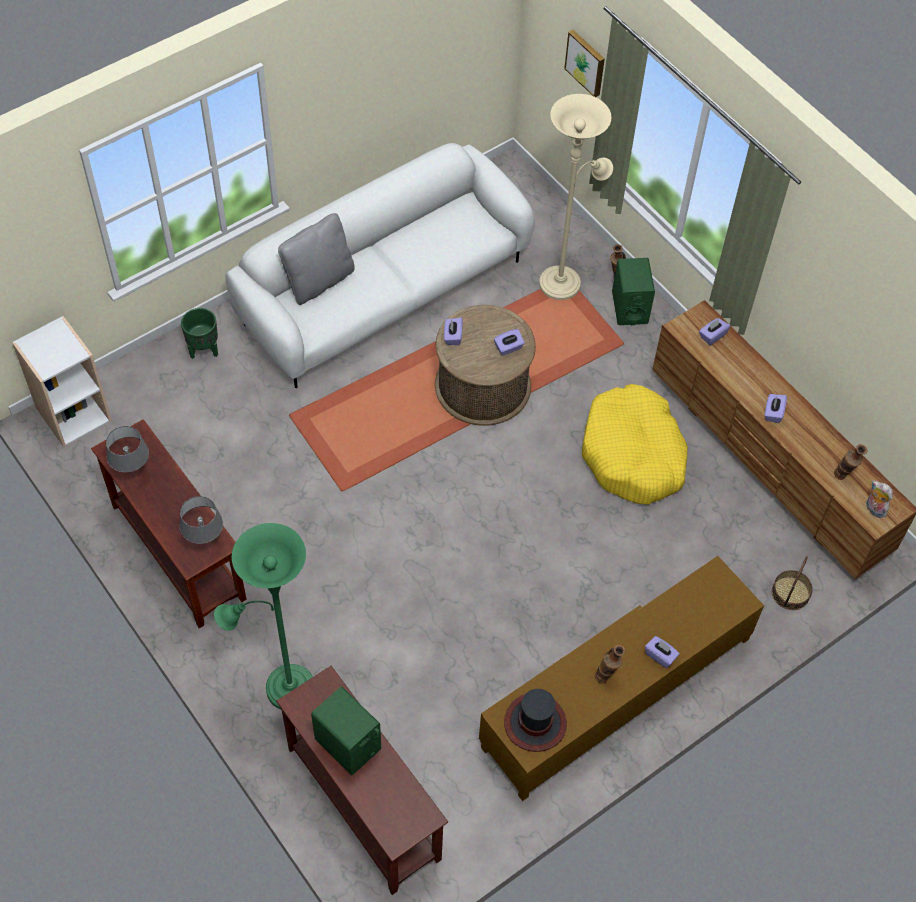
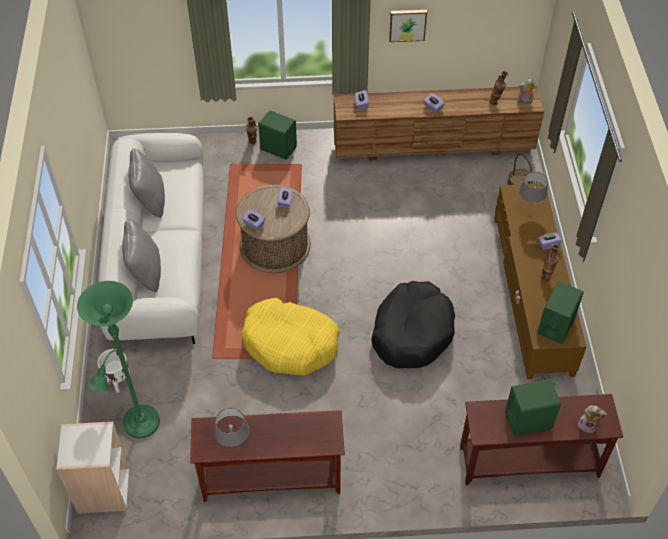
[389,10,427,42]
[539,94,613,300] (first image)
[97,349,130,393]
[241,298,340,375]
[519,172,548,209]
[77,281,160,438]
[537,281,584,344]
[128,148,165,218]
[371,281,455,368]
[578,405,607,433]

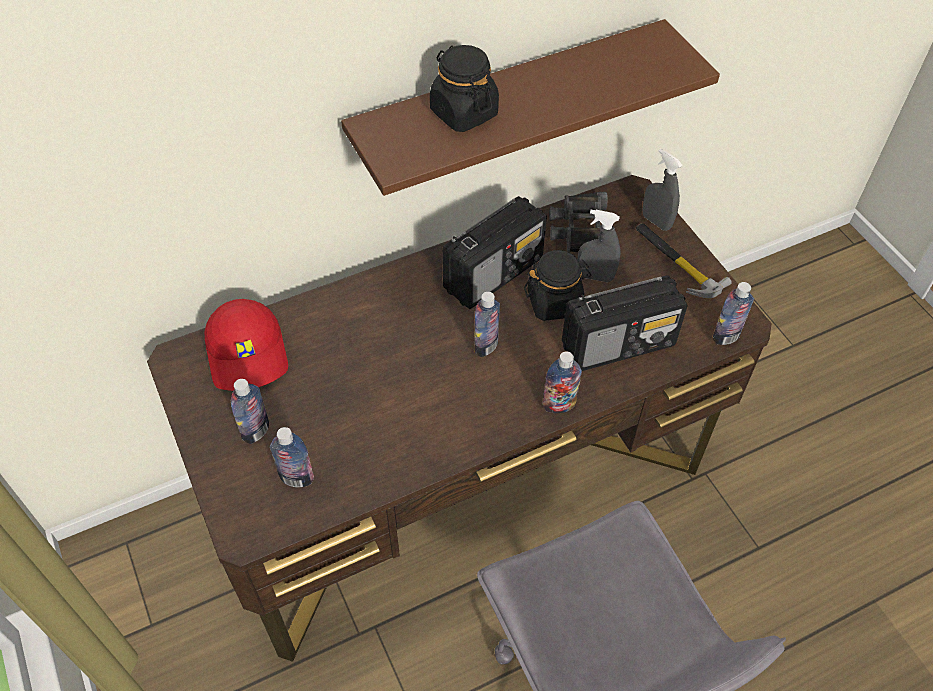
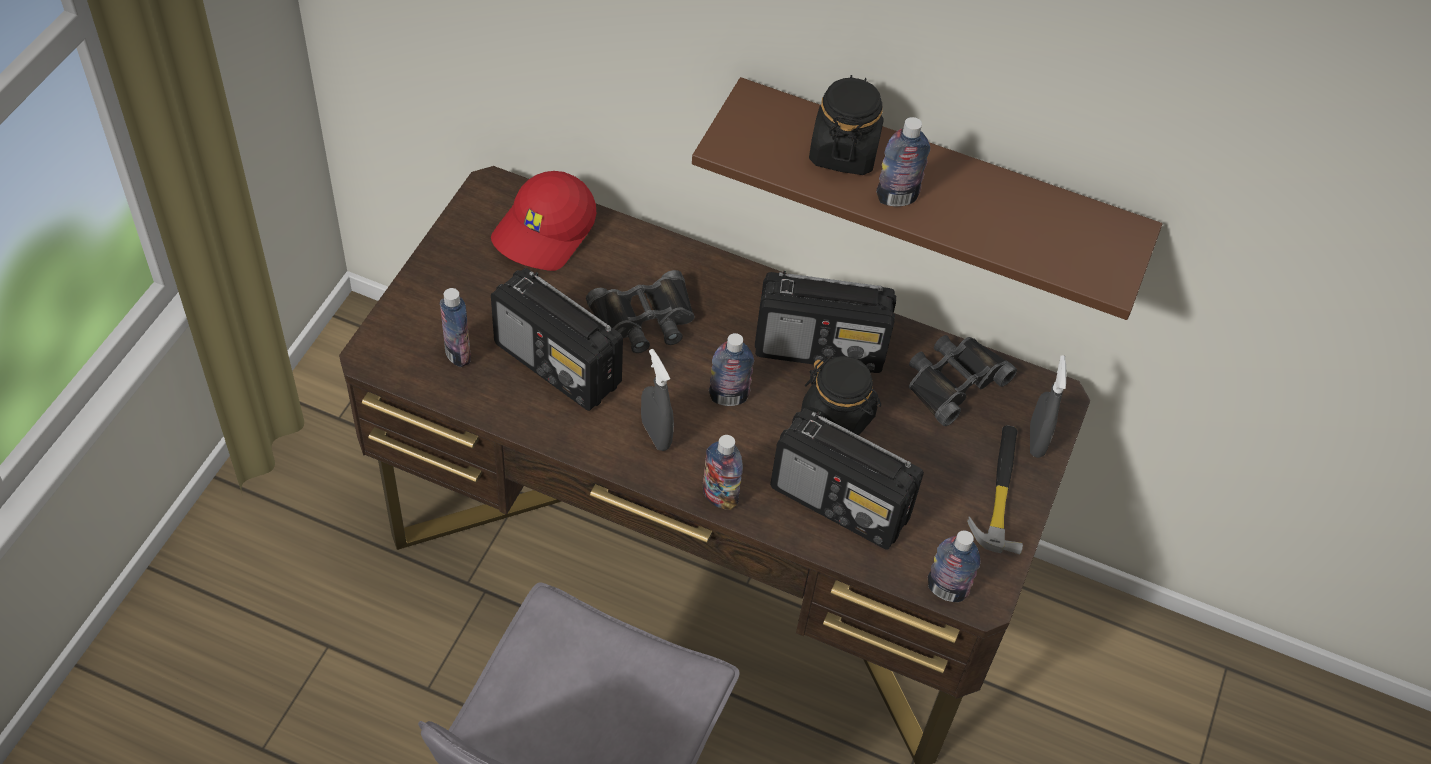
[641,349,674,451]
[876,117,930,207]
[491,268,623,411]
[586,270,695,353]

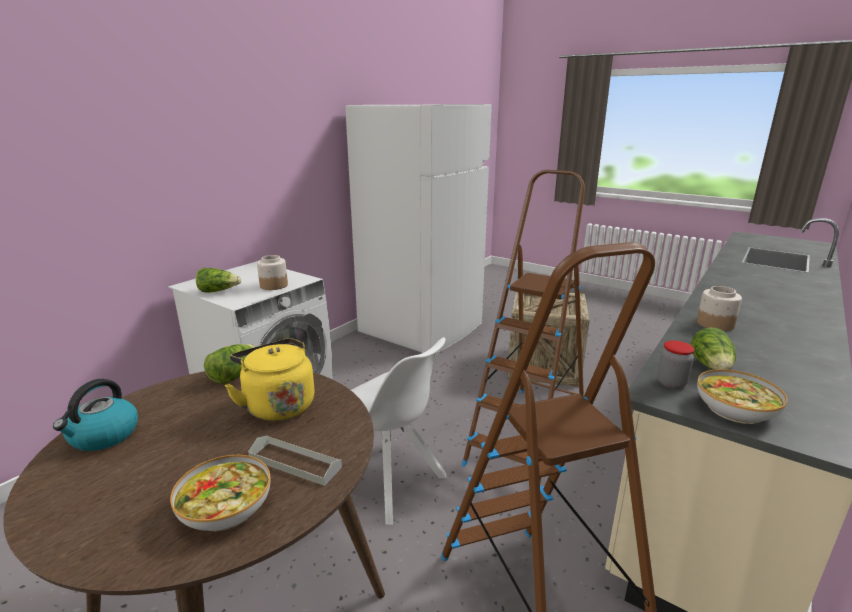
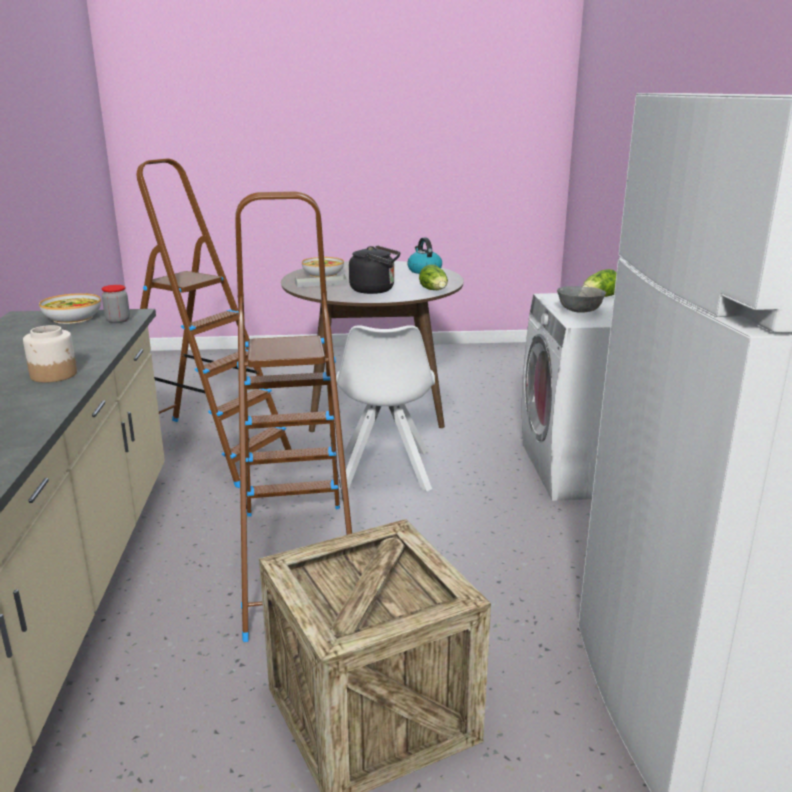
[557,286,606,313]
[690,327,736,370] (first image)
[349,245,400,294]
[336,325,435,491]

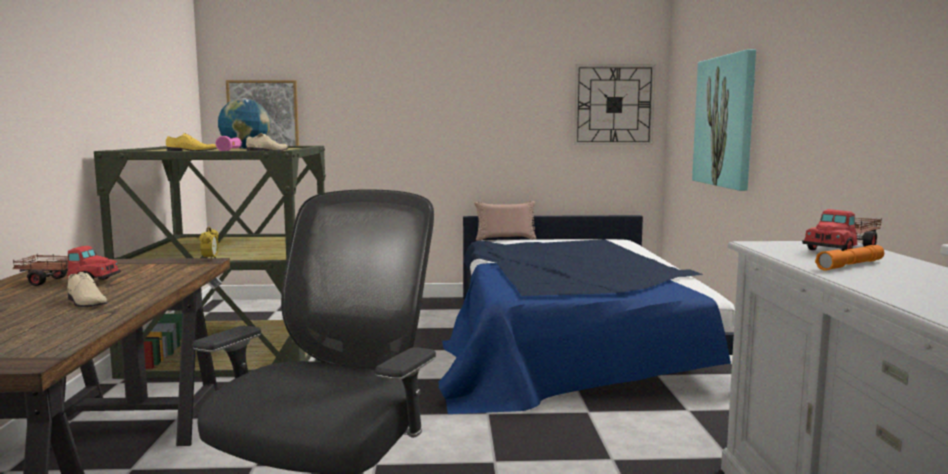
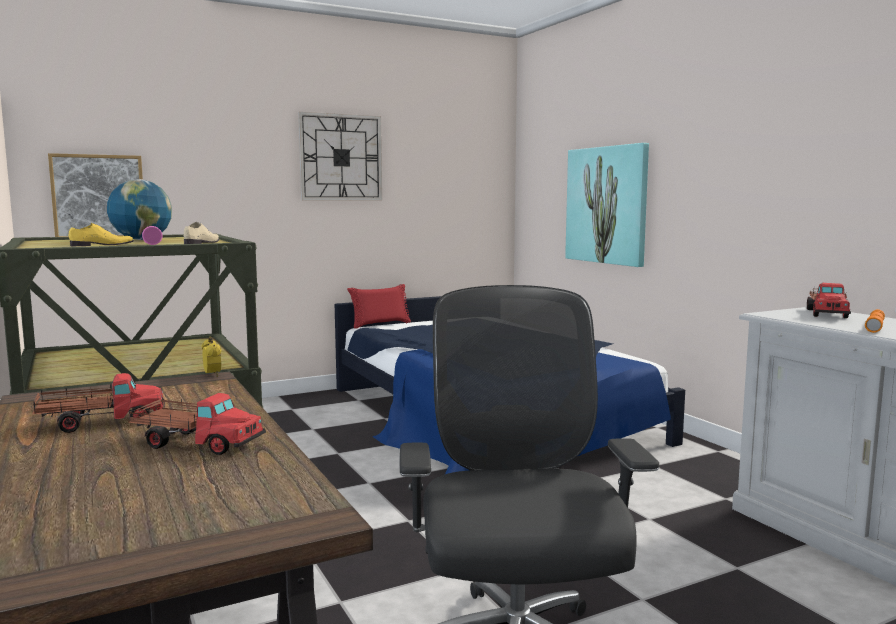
[298,112,382,201]
[347,284,411,329]
[128,393,266,455]

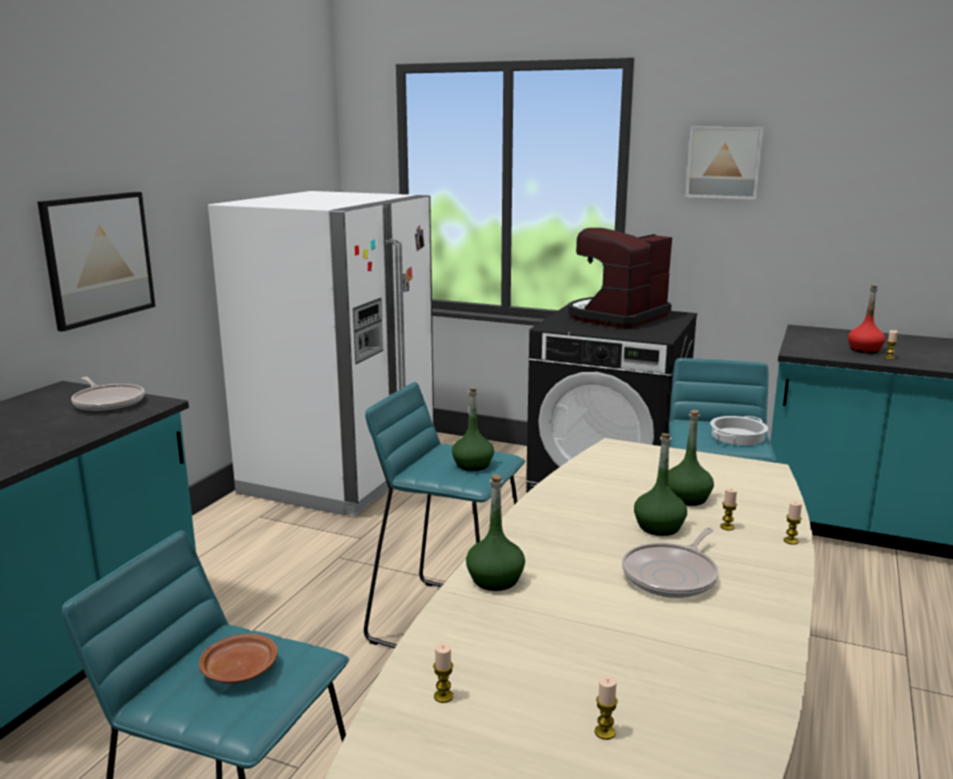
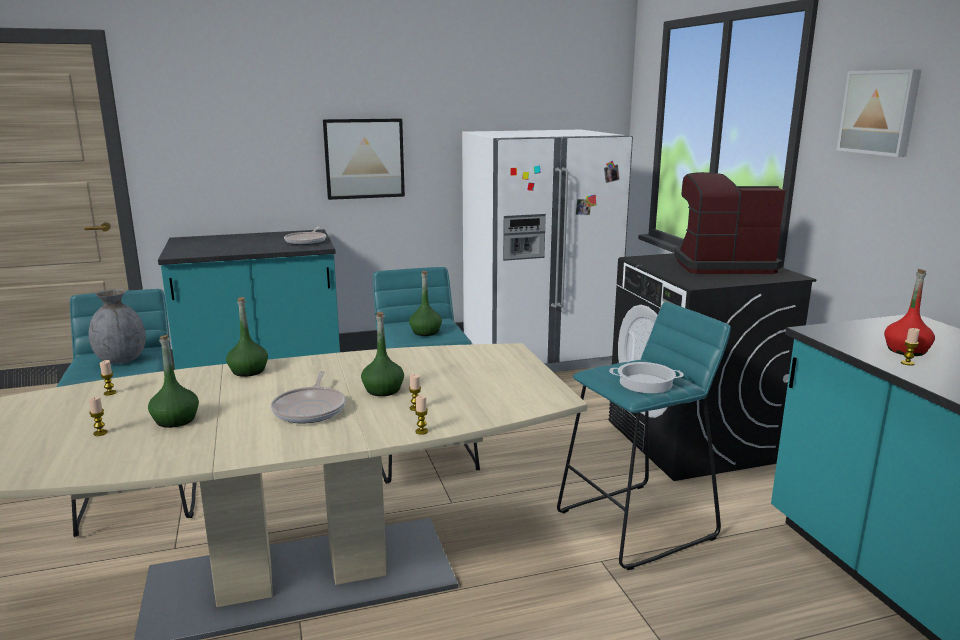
[148,335,199,428]
[271,371,346,424]
[89,289,146,364]

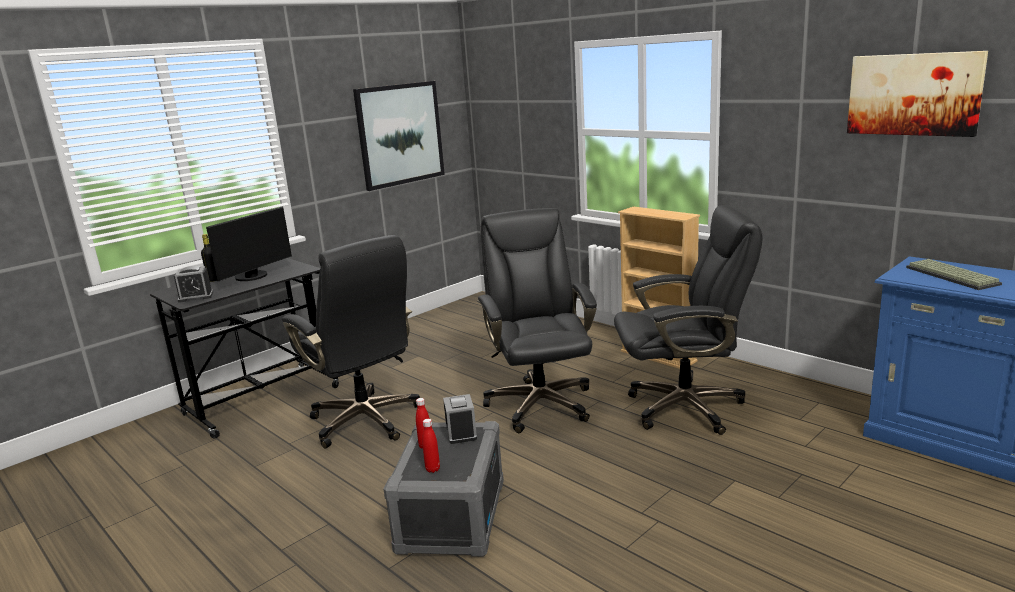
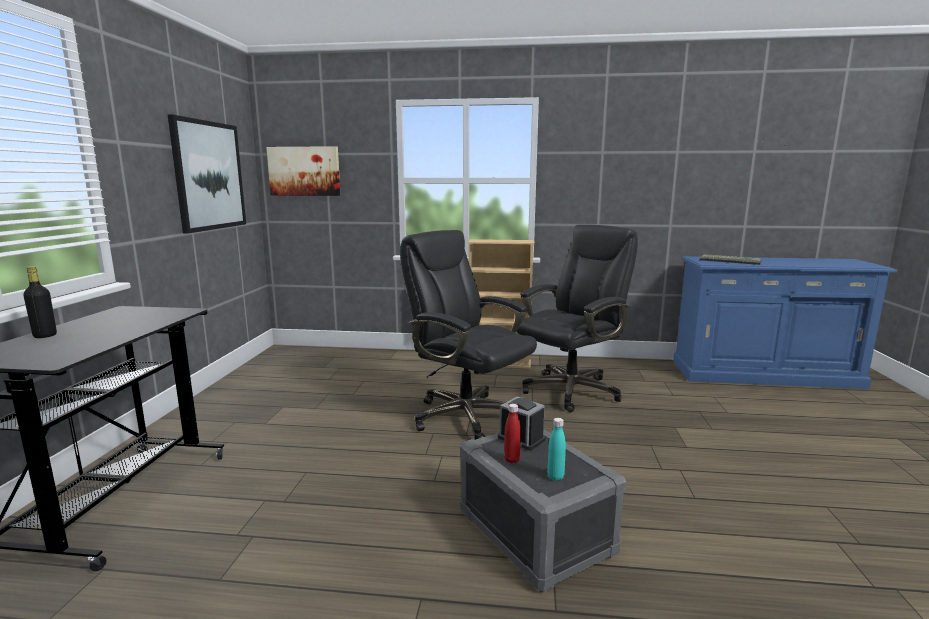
[266,146,341,196]
[206,206,292,281] (first image)
[282,235,420,449] (first image)
[174,266,213,303] (first image)
[547,418,566,481]

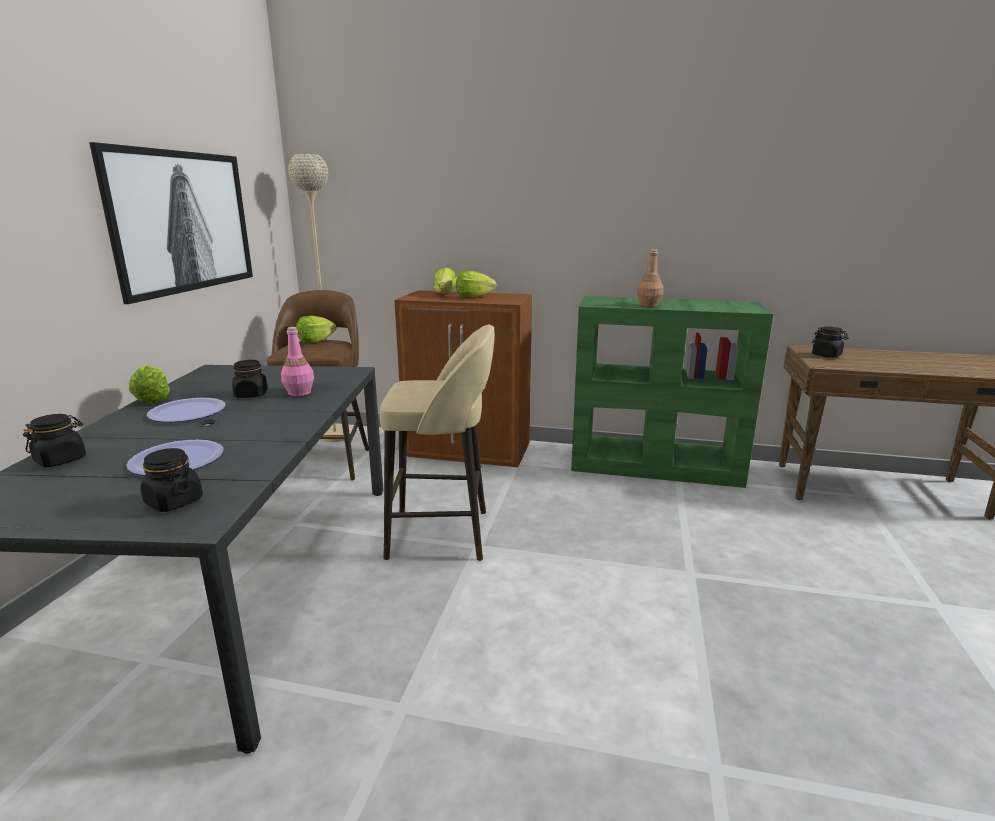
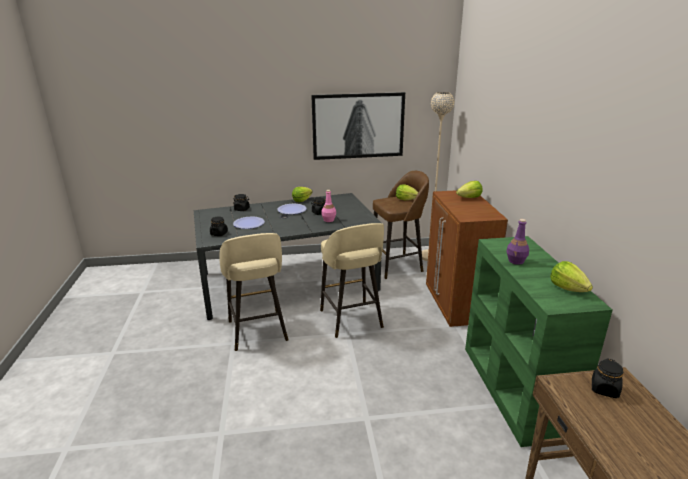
[507,219,529,265]
[550,261,593,292]
[219,233,288,351]

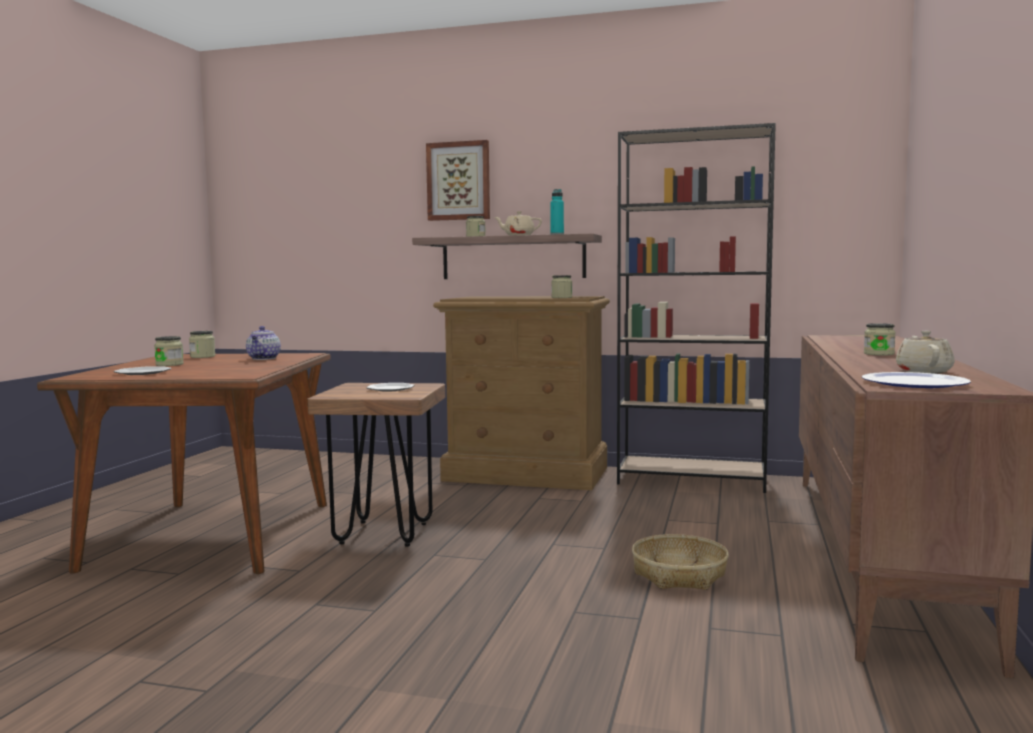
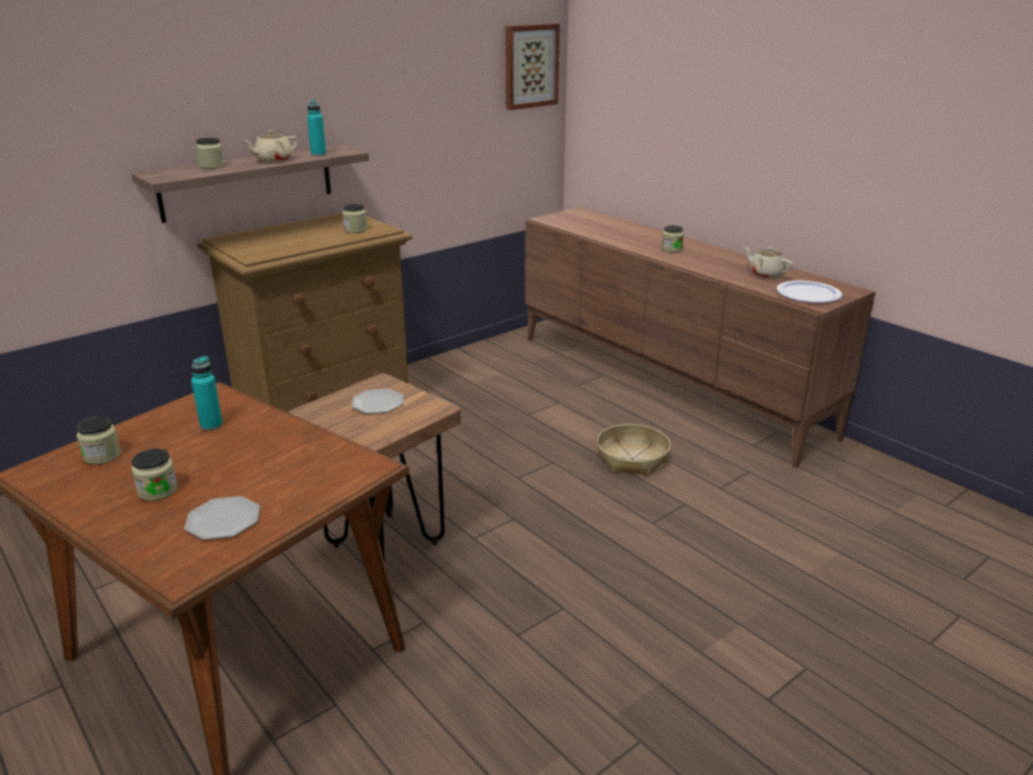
[617,123,776,493] (first image)
[505,23,560,110]
[191,356,223,431]

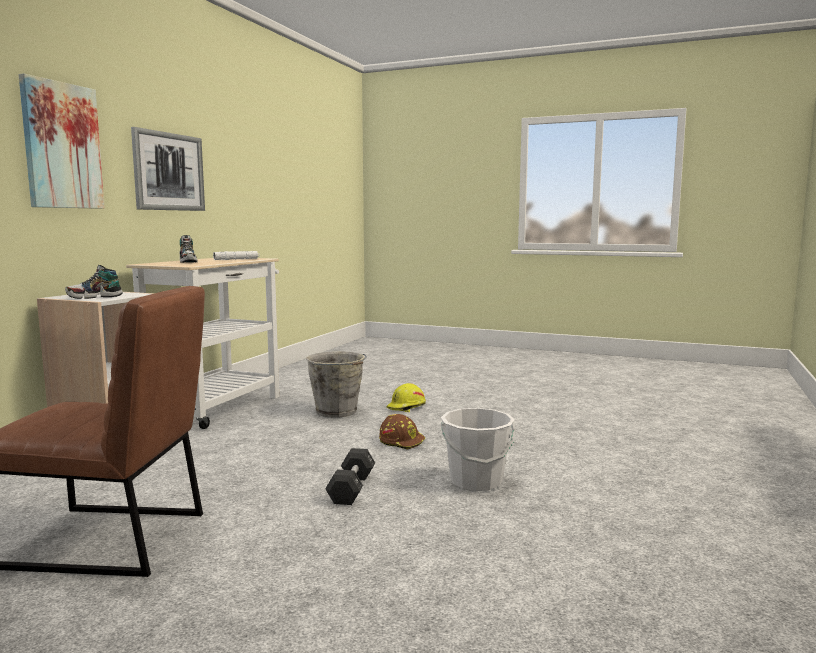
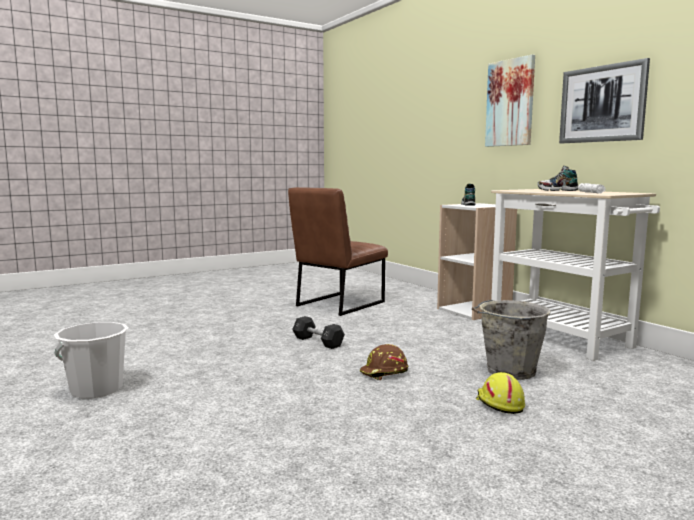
[54,322,128,399]

